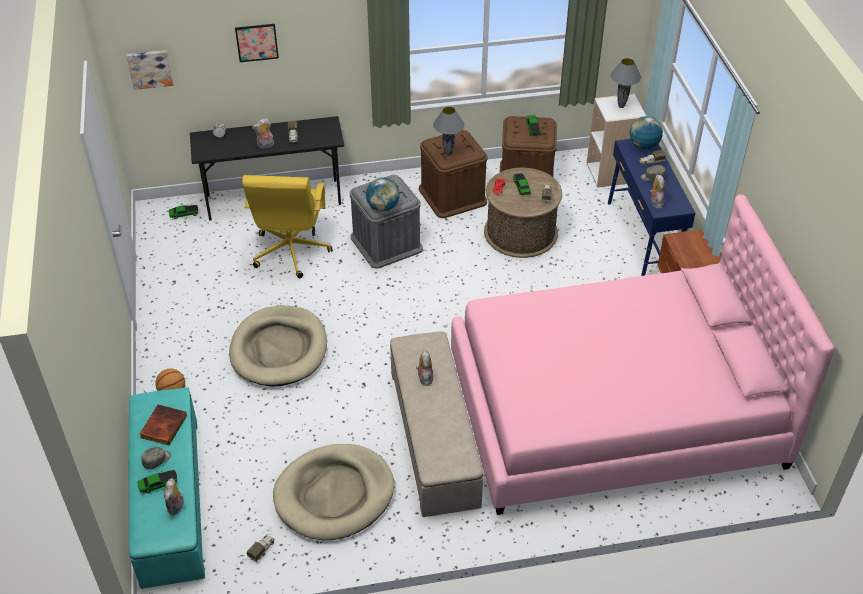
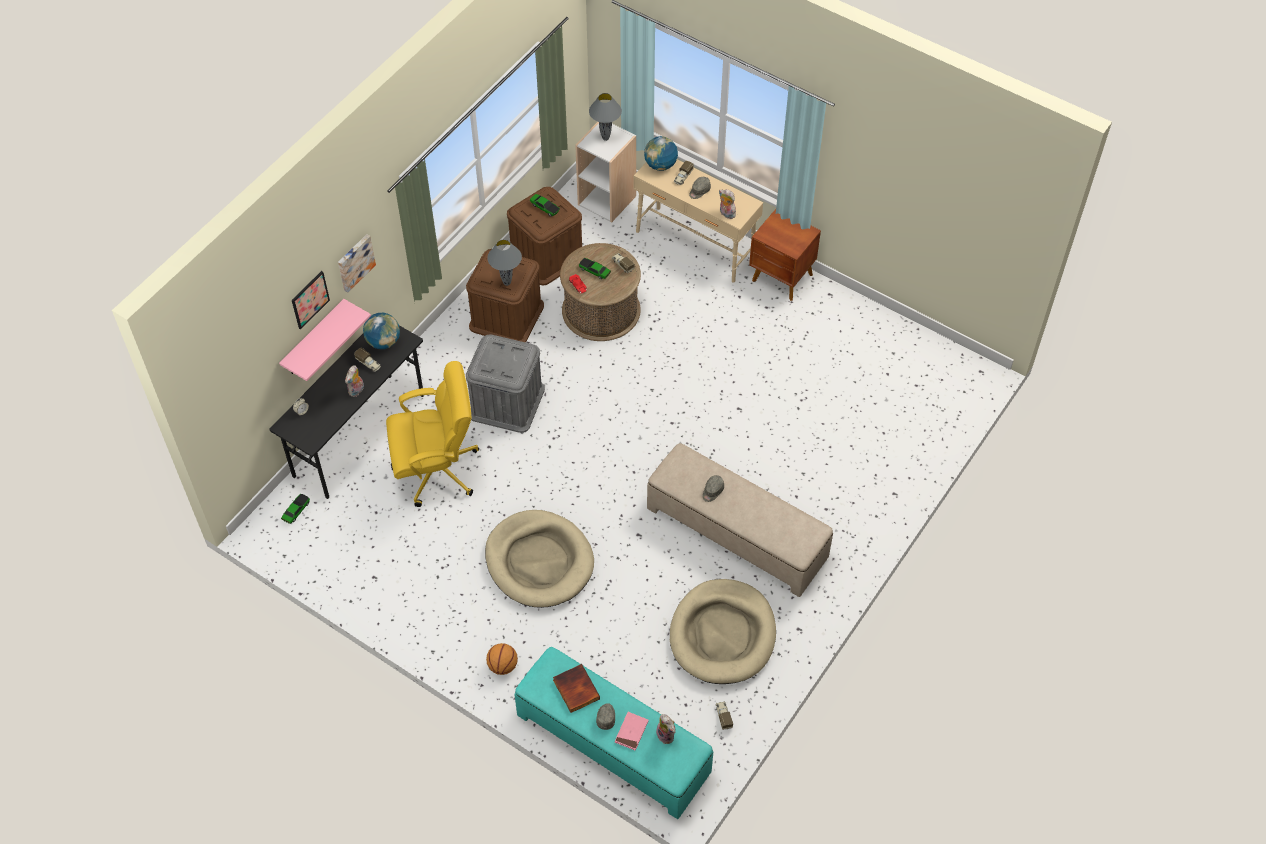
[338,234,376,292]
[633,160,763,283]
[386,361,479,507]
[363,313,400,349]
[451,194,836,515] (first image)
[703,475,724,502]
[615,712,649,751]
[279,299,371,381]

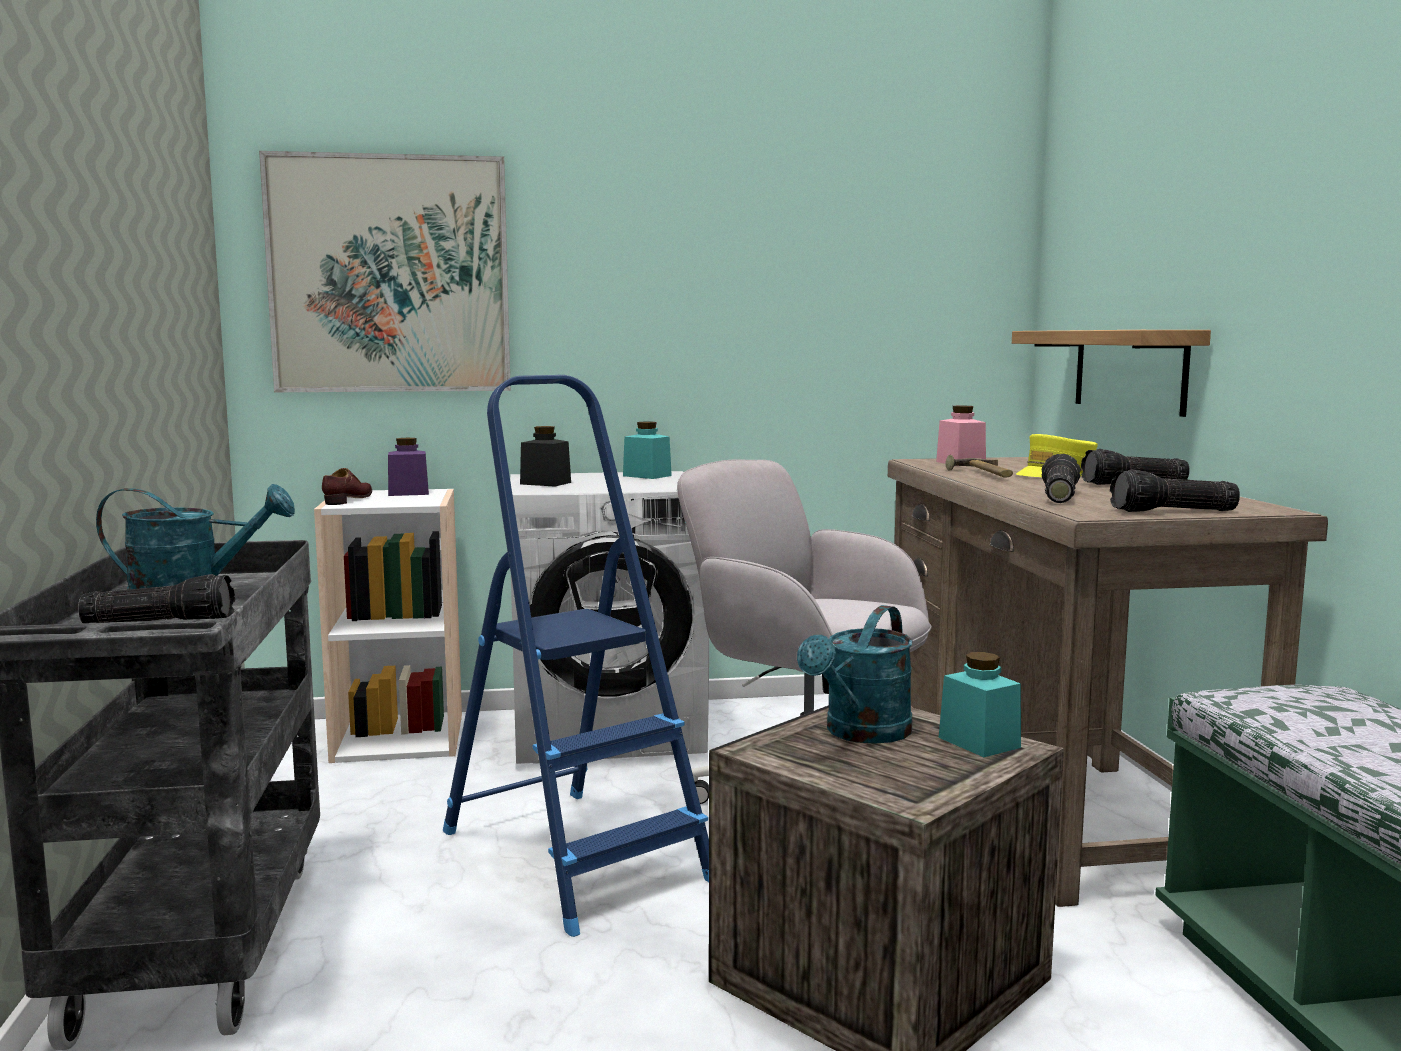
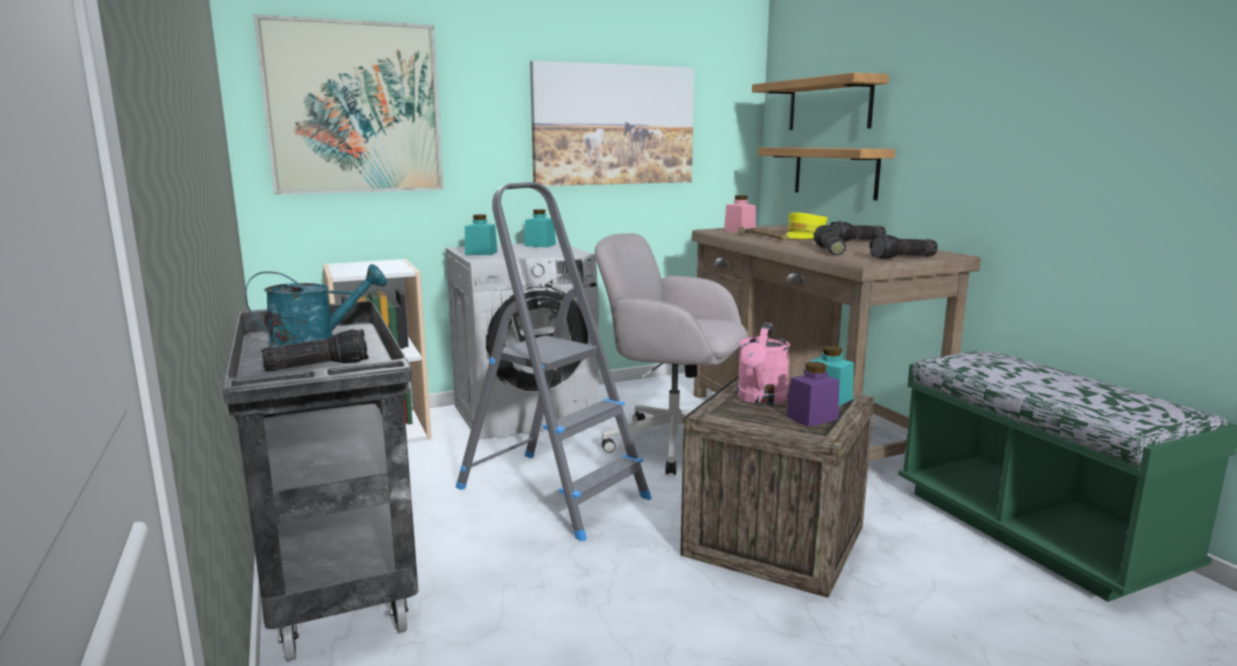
[456,182,651,541]
[465,214,498,255]
[786,362,839,427]
[322,468,372,505] (first image)
[737,322,790,405]
[530,61,694,186]
[752,73,889,130]

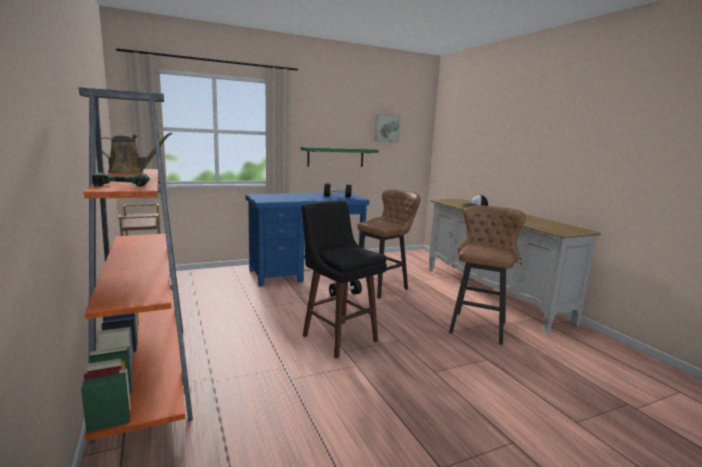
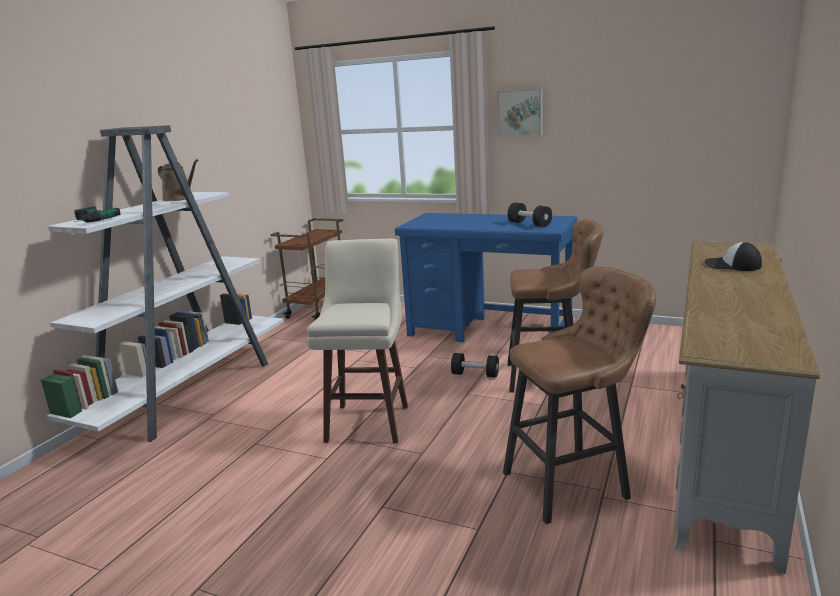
[41,125,284,442]
[497,89,542,137]
[301,147,379,167] (first image)
[307,239,408,443]

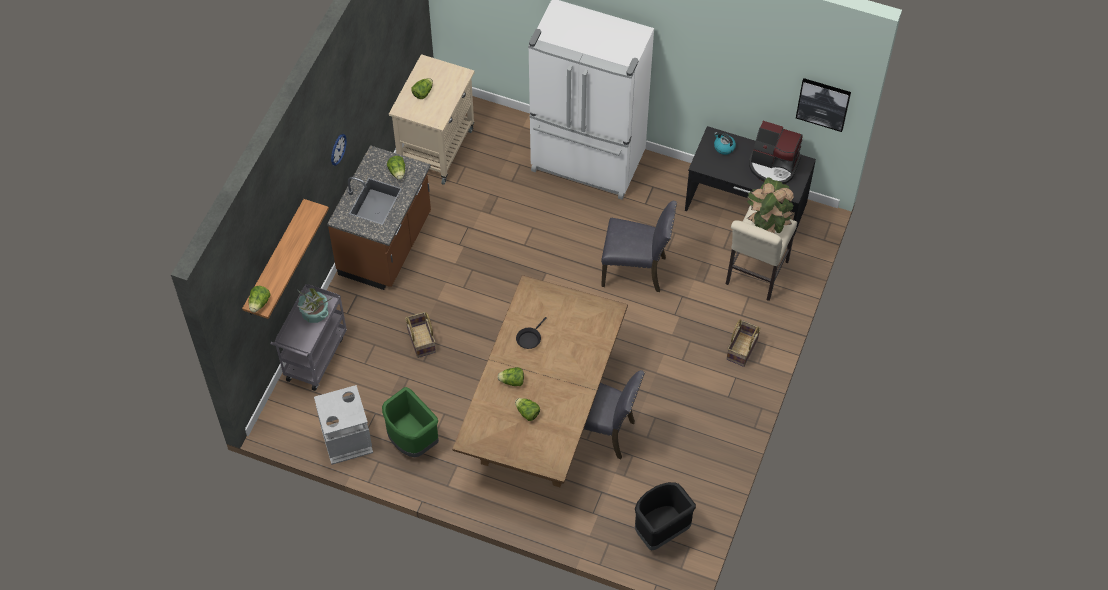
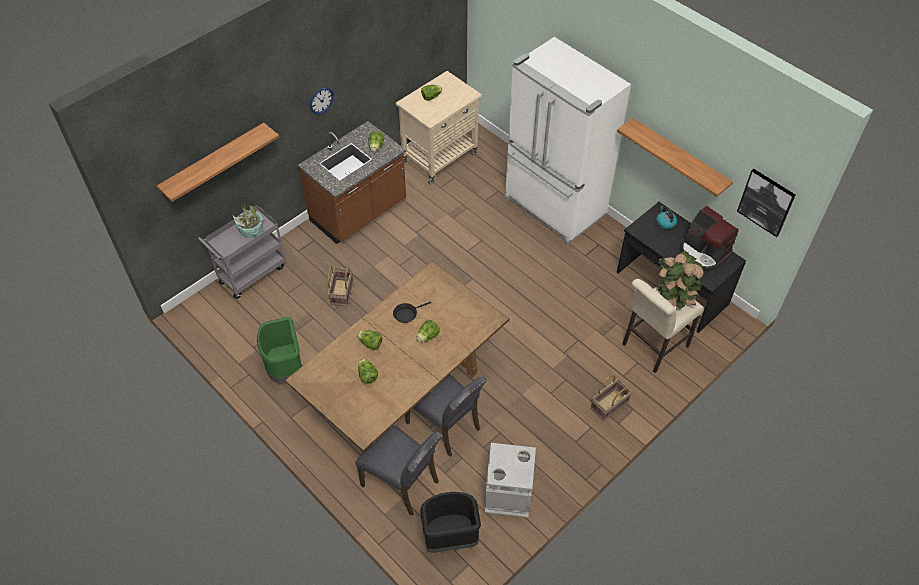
[355,425,443,516]
[416,320,440,342]
[485,443,536,518]
[617,118,733,197]

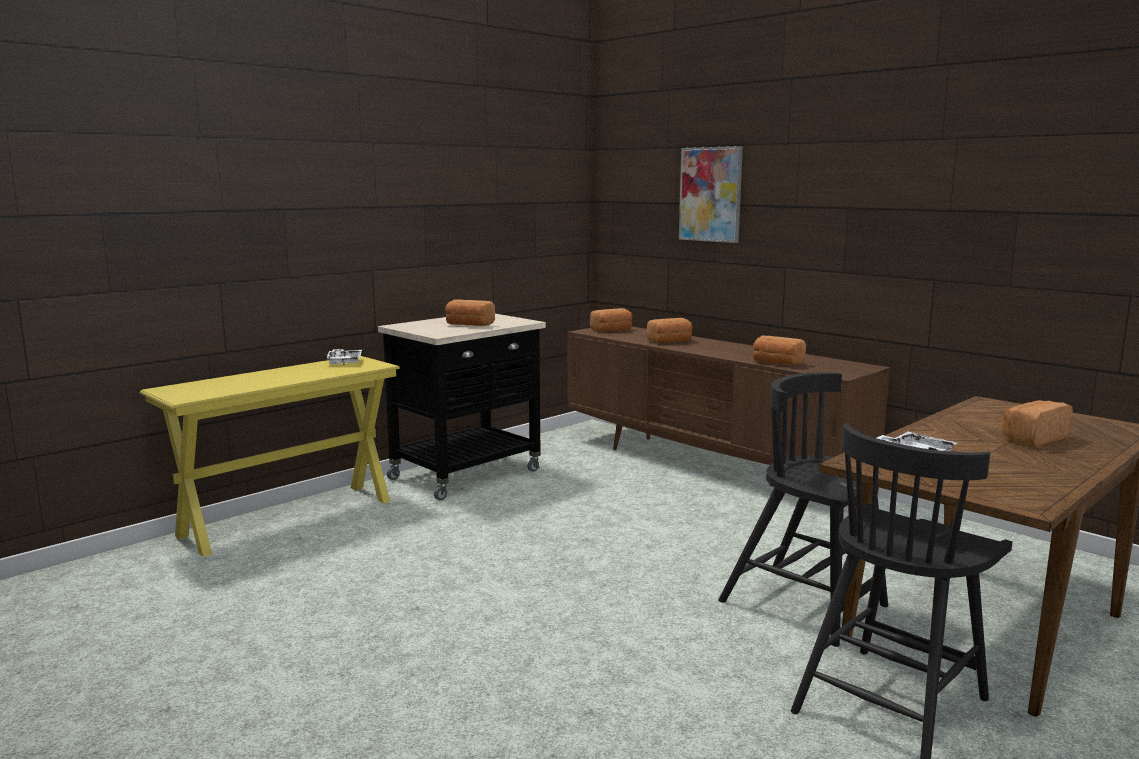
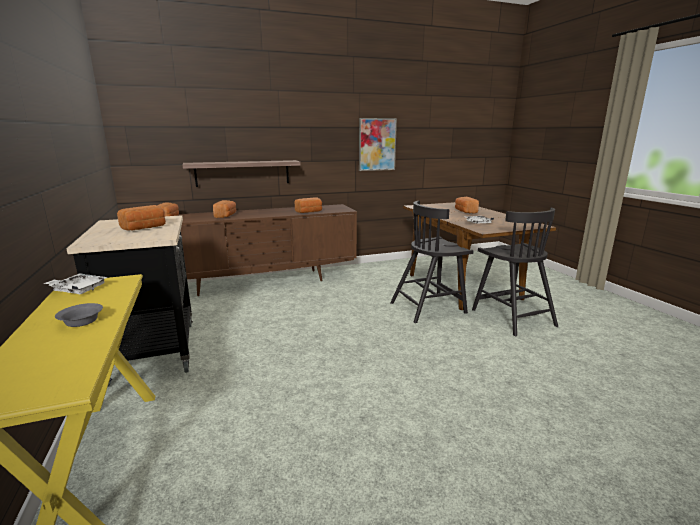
[359,118,397,171]
[182,160,301,187]
[55,303,103,327]

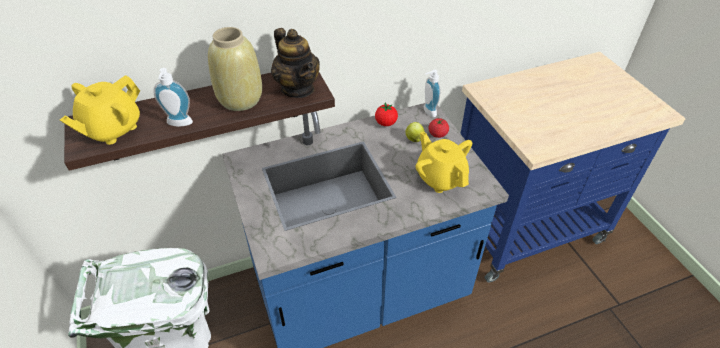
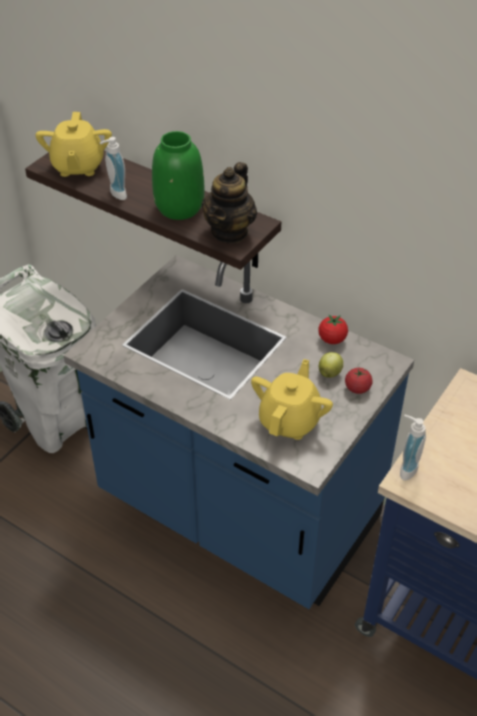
[152,131,204,220]
[400,415,426,480]
[35,112,112,177]

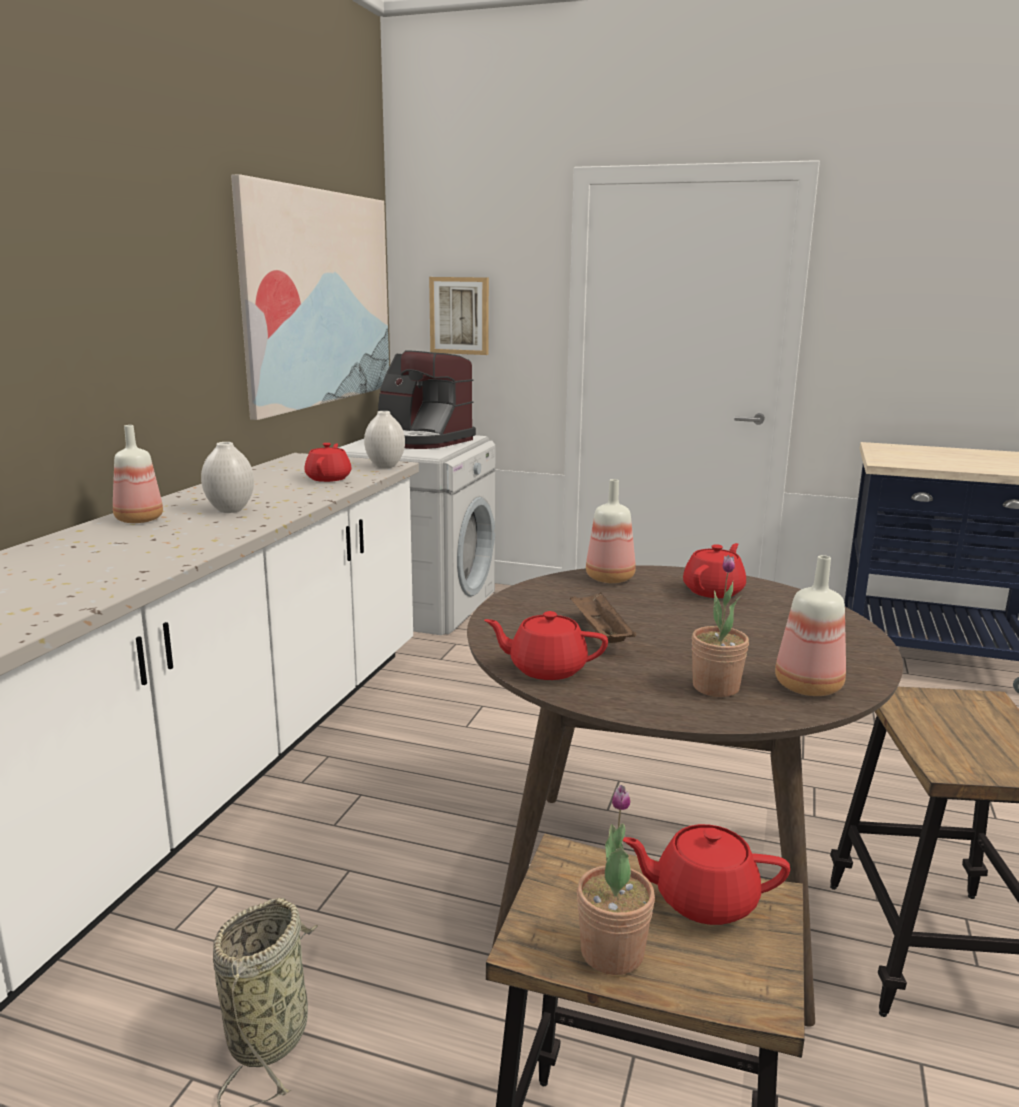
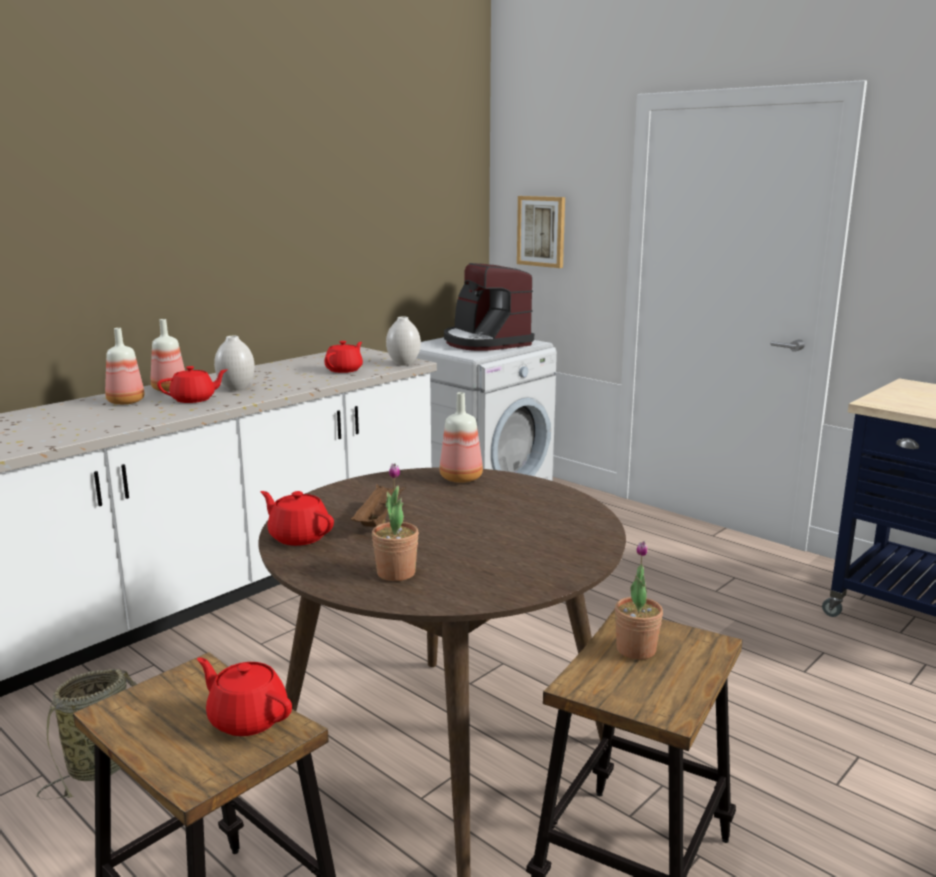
[231,174,389,420] (first image)
[157,366,228,403]
[105,328,145,405]
[615,541,663,660]

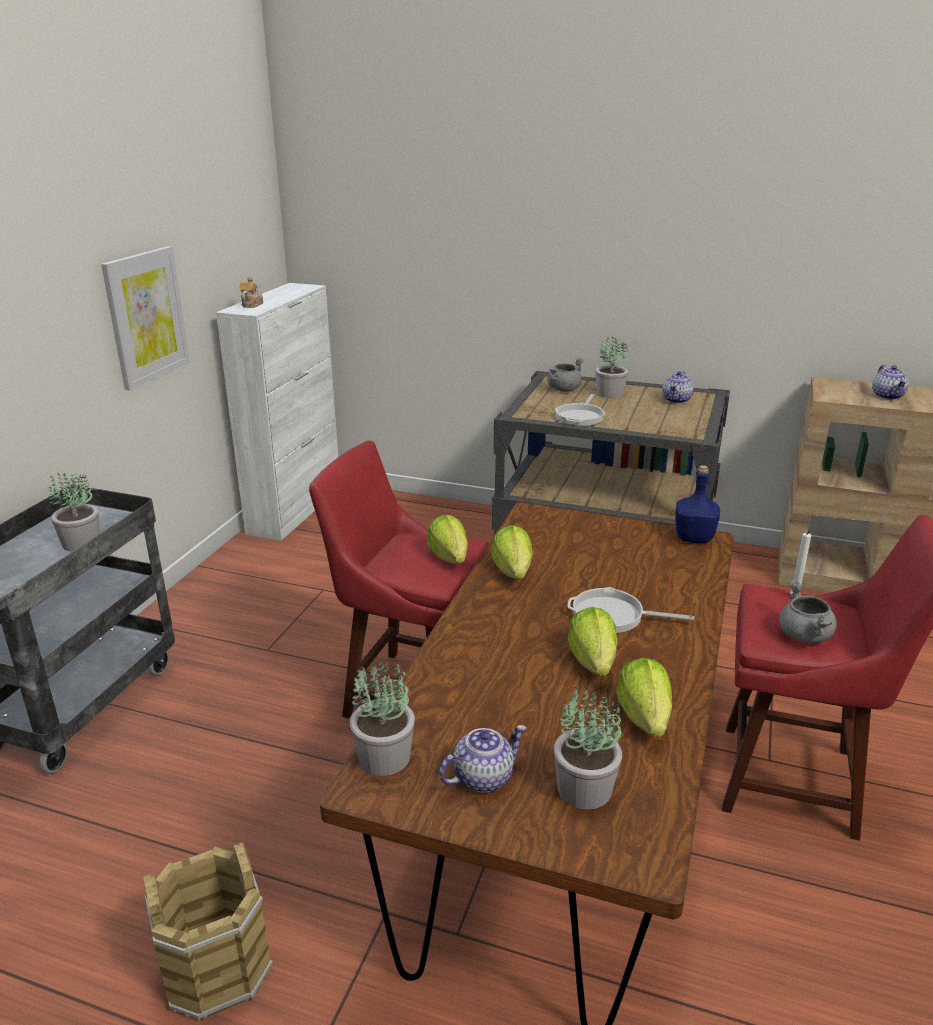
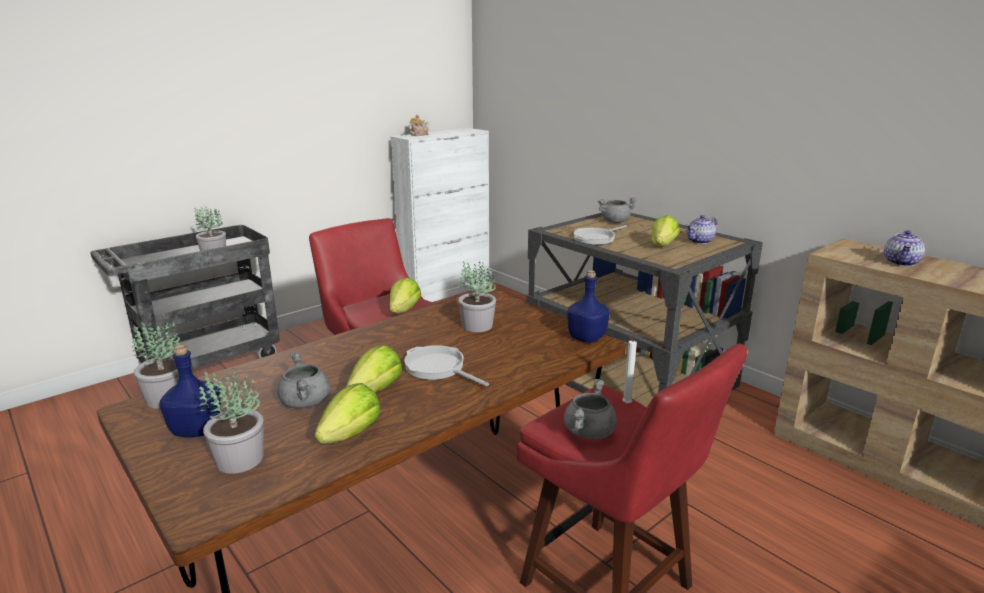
[101,246,190,390] (first image)
[458,261,496,332]
[651,215,680,246]
[159,344,221,437]
[143,842,273,1021] (first image)
[277,352,331,408]

